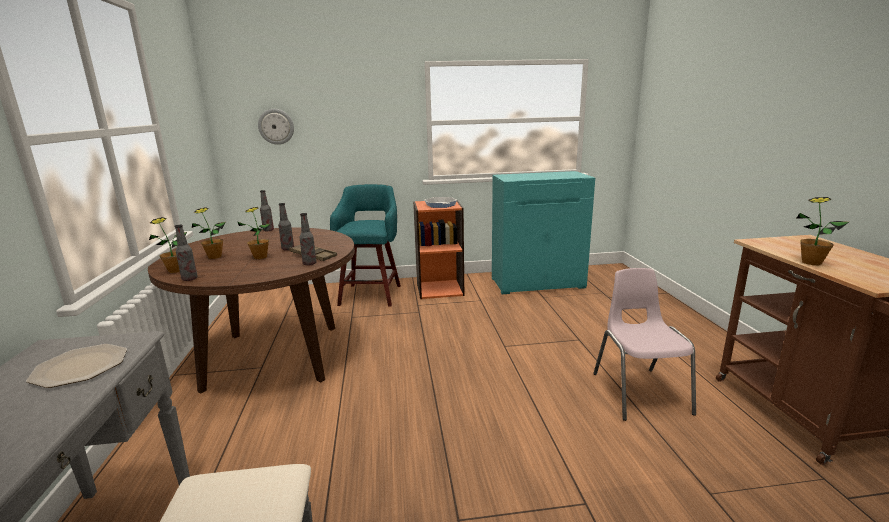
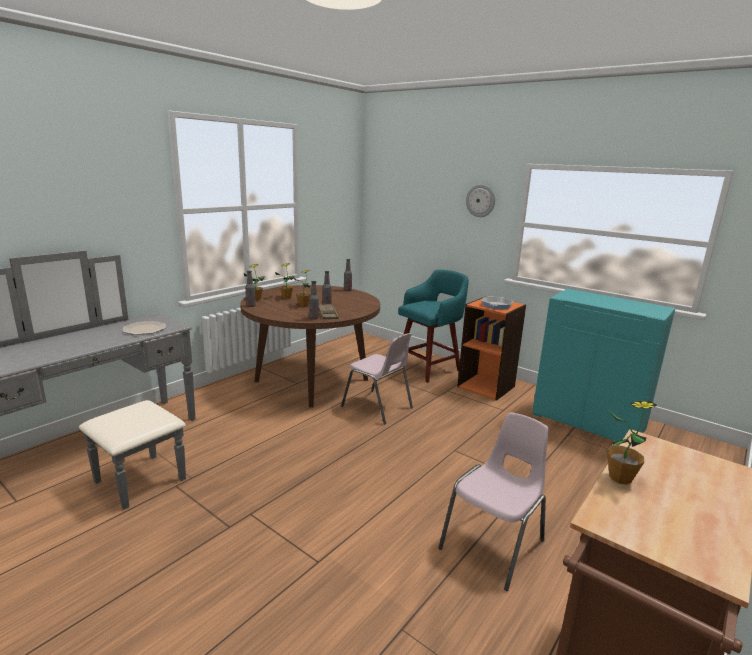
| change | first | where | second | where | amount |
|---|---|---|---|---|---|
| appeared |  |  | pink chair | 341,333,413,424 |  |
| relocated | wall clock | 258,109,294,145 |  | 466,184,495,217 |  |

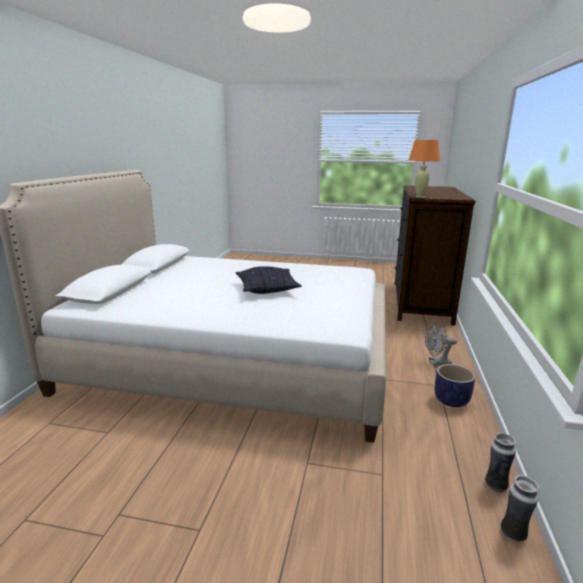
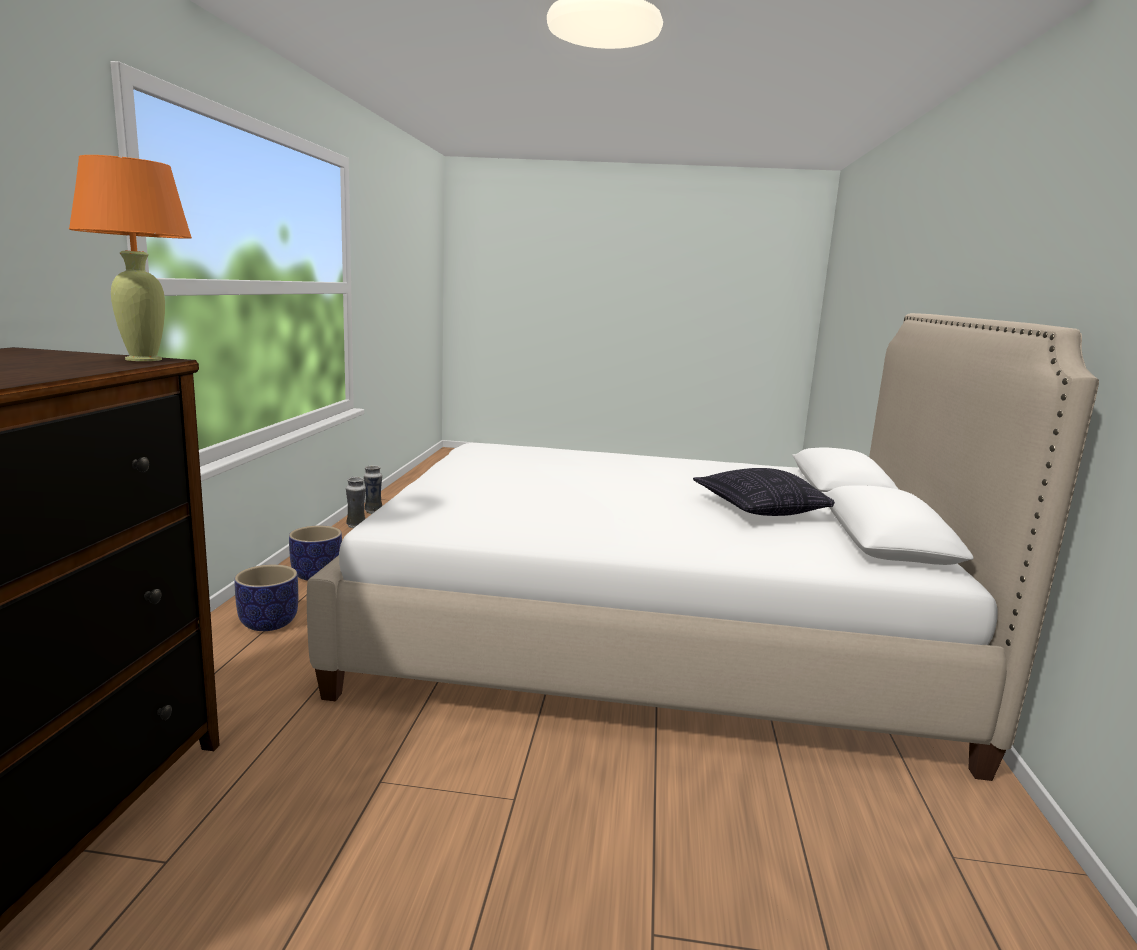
| change | first | where | second | where | amount |
|---|---|---|---|---|---|
| exchanged | grey fan | 425,322,457,365 | planter | 234,564,298,631 |  |
| relocated | pillow | 236,266,302,294 |  | 693,468,835,516 |  |

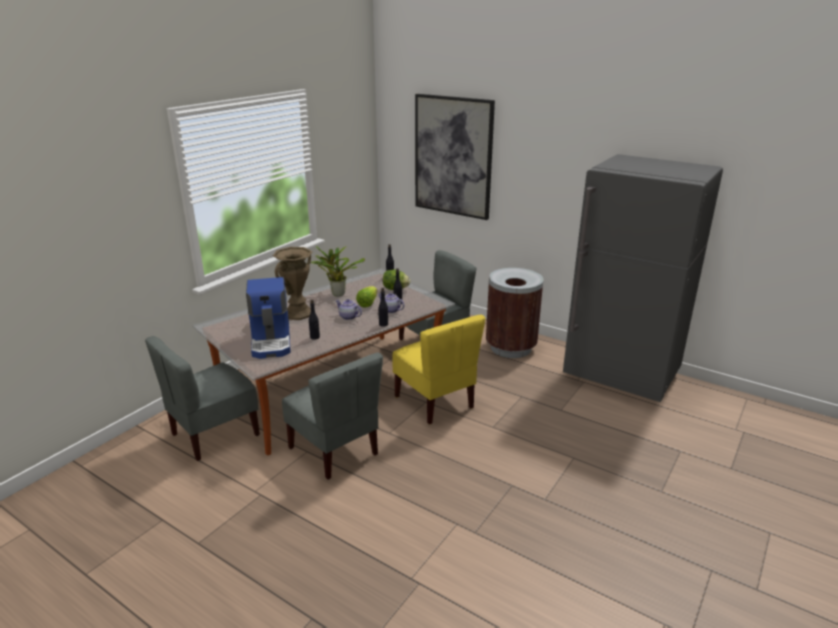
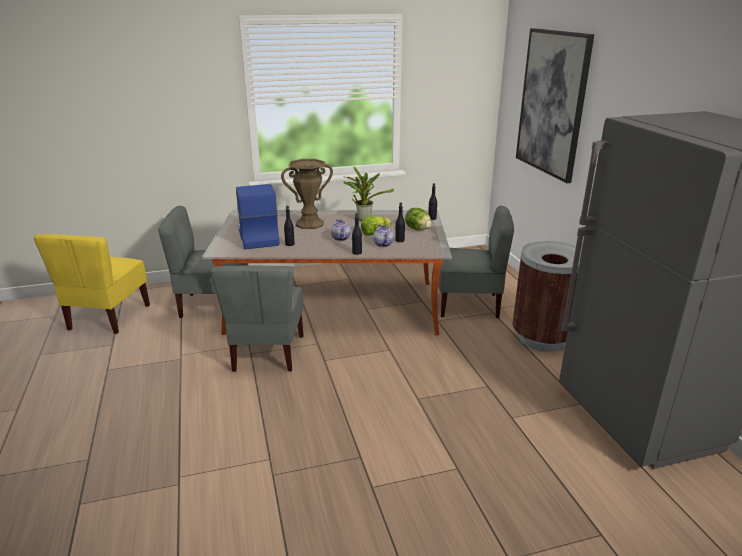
| change | first | where | second | where | amount |
|---|---|---|---|---|---|
| relocated | yellow chair | 392,315,485,424 |  | 34,234,150,334 |  |
| spun | coffee machine | 246,277,291,359 |  | 236,184,280,249 | 135 degrees clockwise |

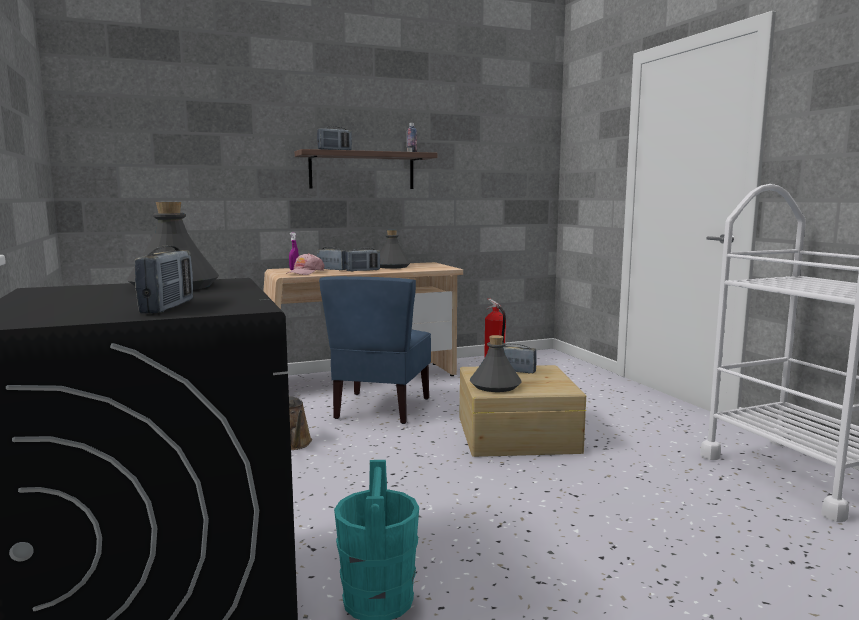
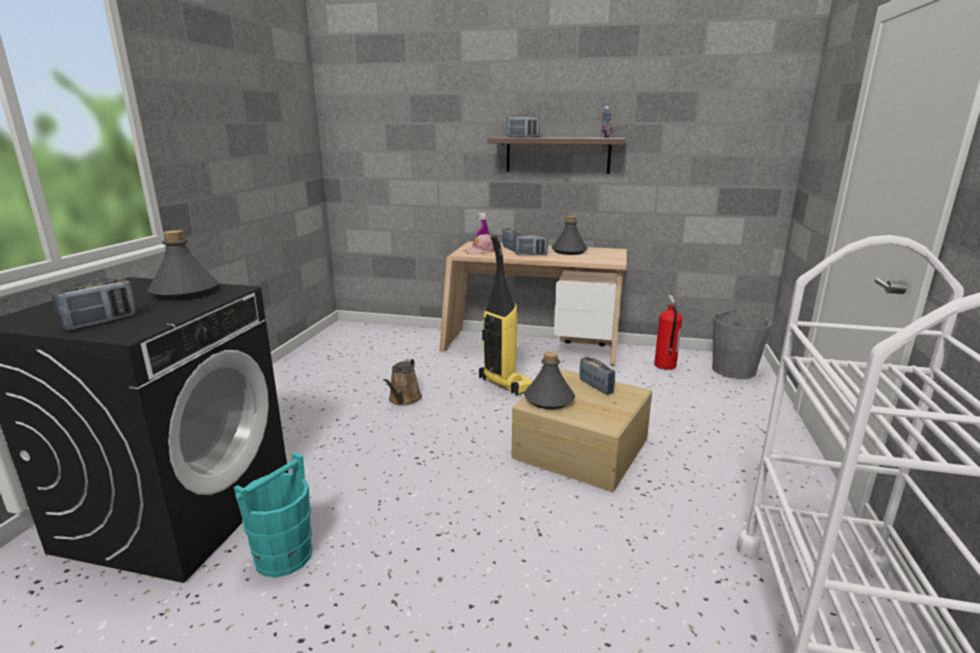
| change | first | where | second | where | amount |
|---|---|---|---|---|---|
| exchanged | blue chair | 319,276,431,424 | vacuum cleaner | 479,235,533,396 |  |
| appeared |  |  | grey bucket | 712,310,772,379 |  |

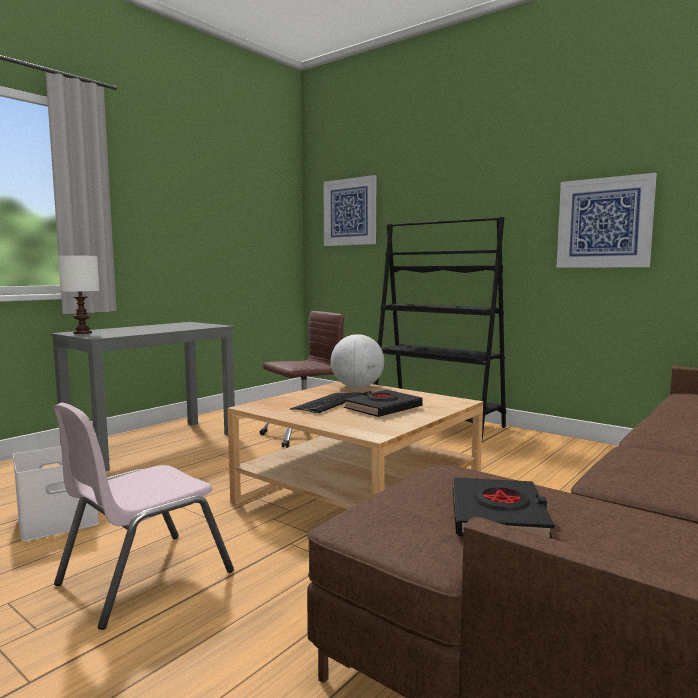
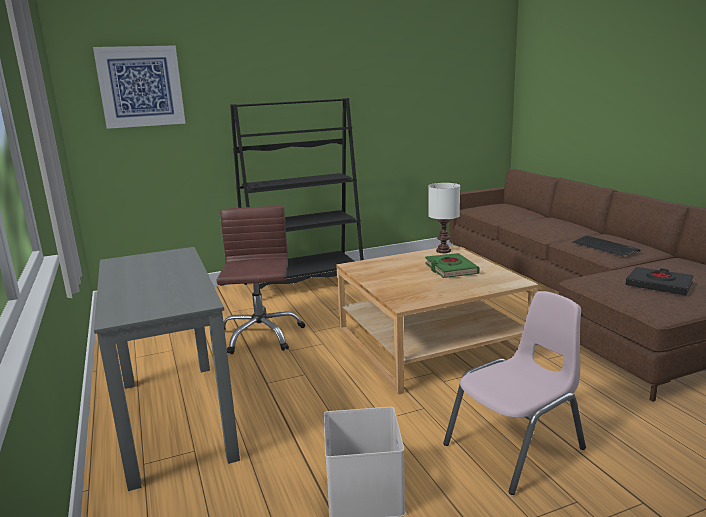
| change | first | where | second | where | amount |
|---|---|---|---|---|---|
| colour | black book | 344,390,423,417 | green book | 425,253,480,278 |  |
| relocated | white table lamp | 58,255,99,334 |  | 428,183,460,253 |  |
| spun | pink chair | 53,403,234,630 |  | 443,291,586,495 | 105 degrees counterclockwise |
| relocated | keyboard | 290,392,363,413 |  | 572,236,641,256 |  |
| missing | globe | 331,334,384,388 |  |  |  |
| missing | picture | 556,173,657,268 |  |  |  |

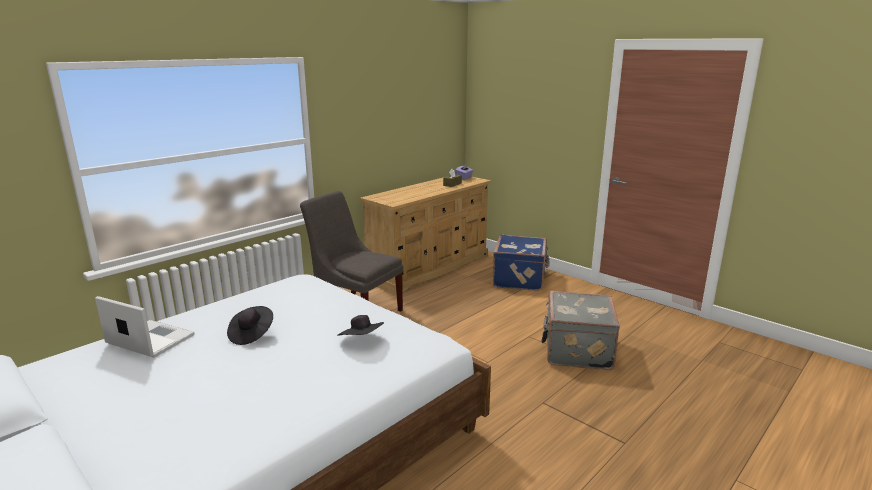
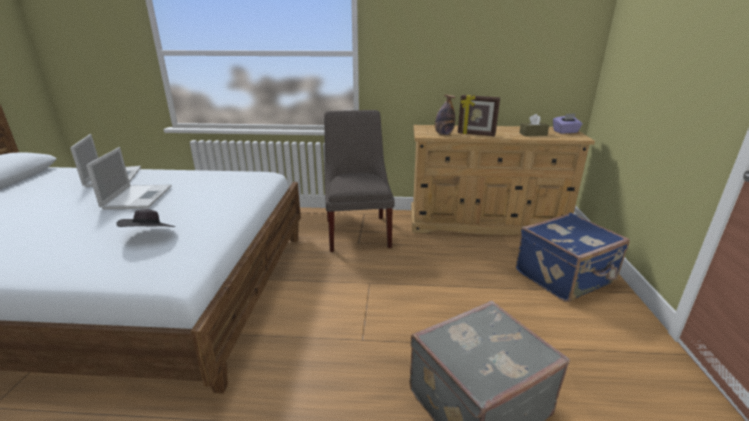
| change | first | where | second | where | amount |
|---|---|---|---|---|---|
| exchanged | black hat | 227,306,273,345 | laptop | 86,147,171,210 |  |
| appeared |  |  | bottle | 435,94,455,135 |  |
| appeared |  |  | picture frame | 458,95,500,136 |  |

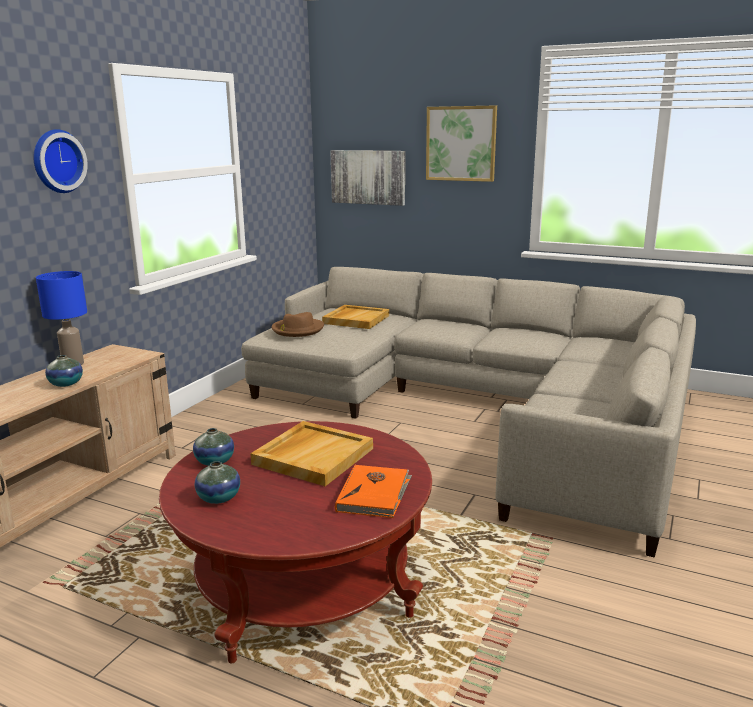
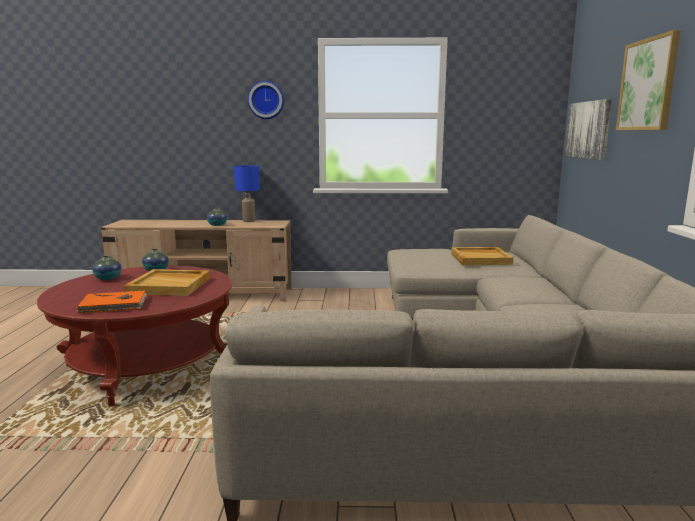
| change | first | where | second | where | amount |
|---|---|---|---|---|---|
| missing | brown hat | 272,312,324,337 |  |  |  |

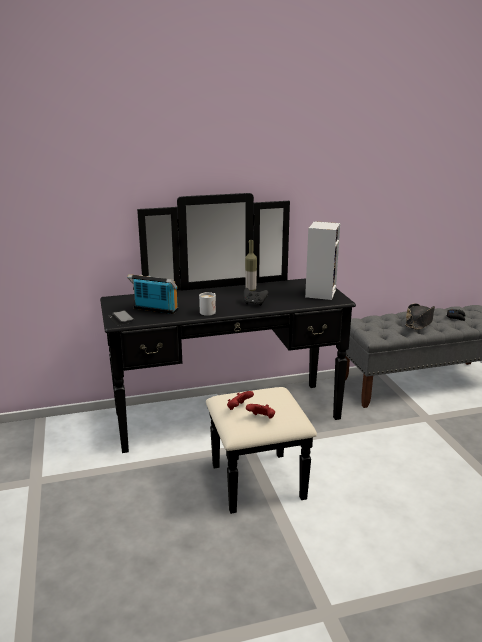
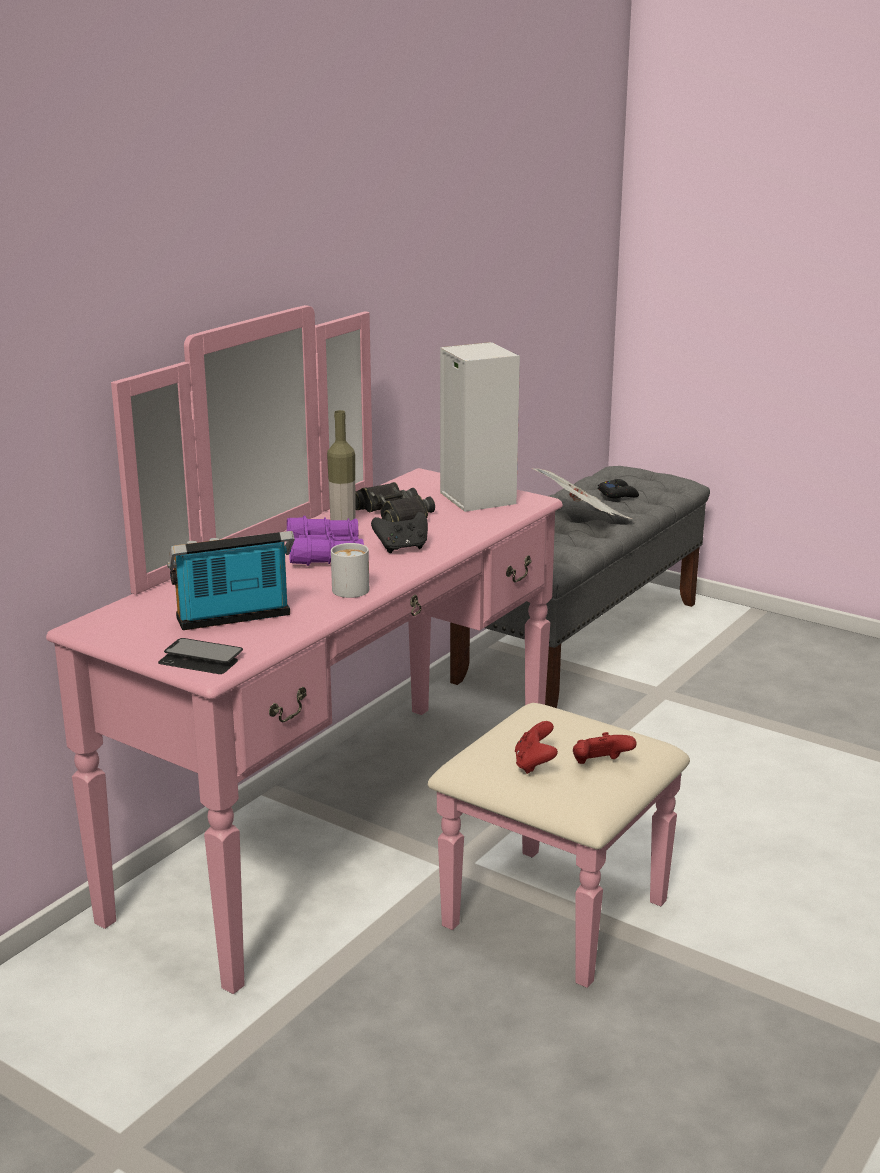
| change | first | where | second | where | amount |
|---|---|---|---|---|---|
| colour | black dresser | 100,193,356,514 | pink dresser | 46,305,690,994 |  |
| appeared |  |  | purple binoculars | 287,516,364,566 |  |
| appeared |  |  | black binoculars | 355,482,435,522 |  |
| exchanged | black hat | 405,303,435,330 | newspaper | 531,468,633,519 |  |

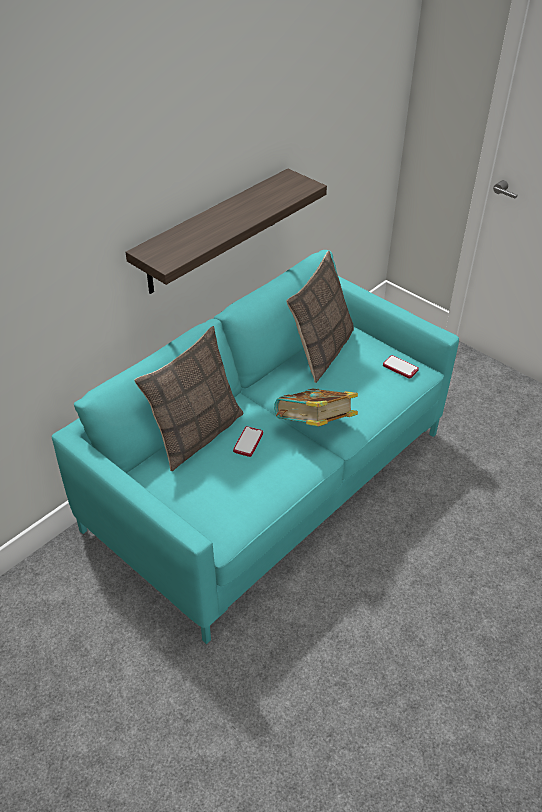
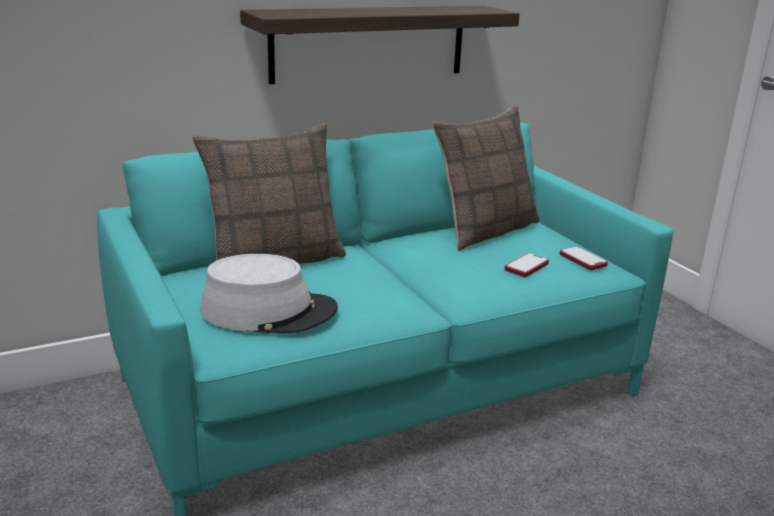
| change | first | where | second | where | amount |
|---|---|---|---|---|---|
| appeared |  |  | grey hat | 201,254,338,334 |  |
| relocated | phone | 233,426,263,457 |  | 505,253,549,277 |  |
| missing | book | 274,388,358,427 |  |  |  |

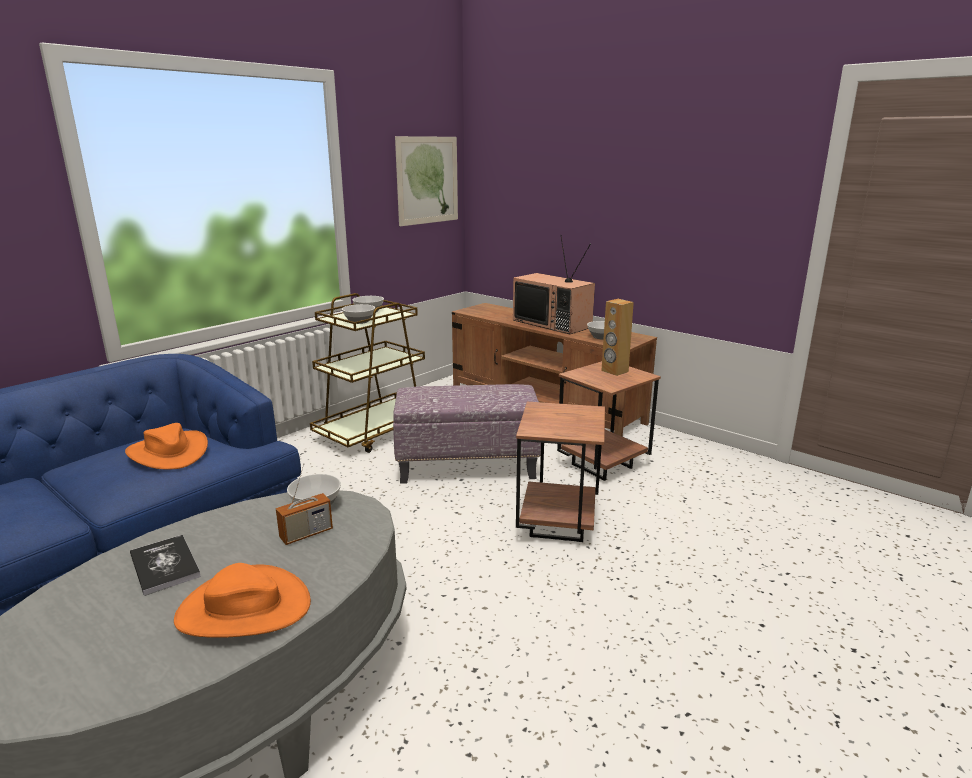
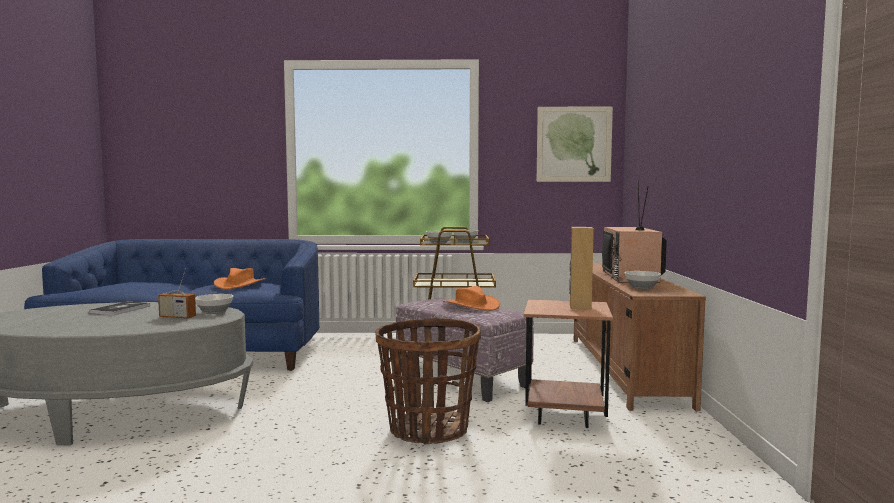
| change | first | where | second | where | amount |
|---|---|---|---|---|---|
| exchanged | brown side table | 516,402,605,542 | basket | 375,318,481,444 |  |
| relocated | orange hat | 174,563,311,638 |  | 443,286,500,311 |  |

